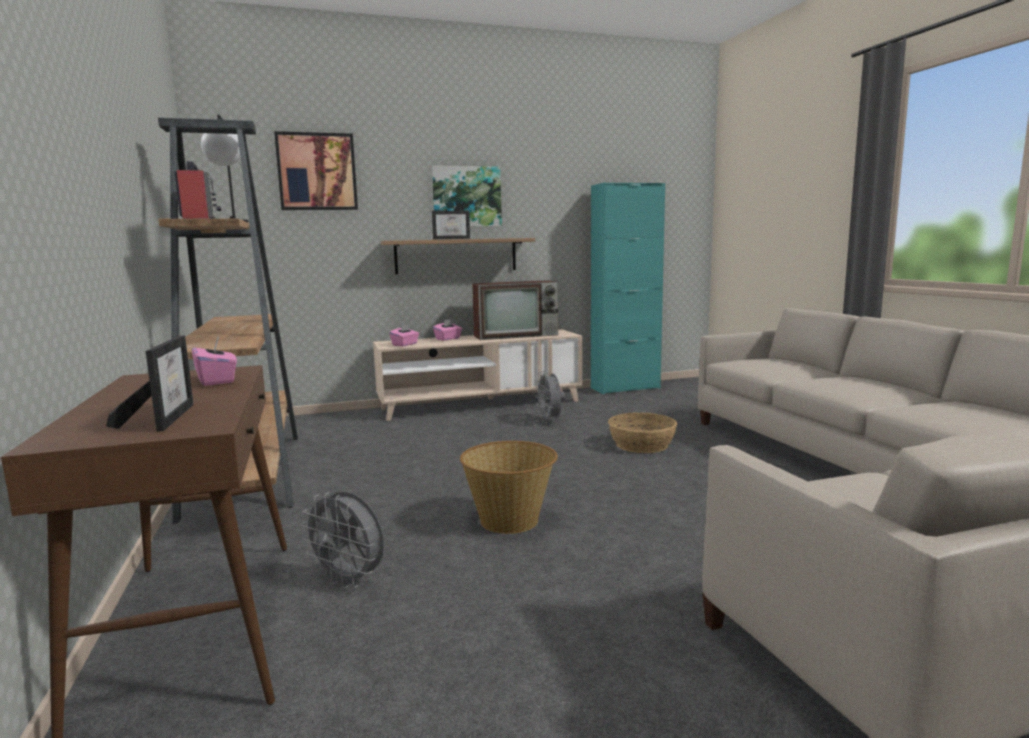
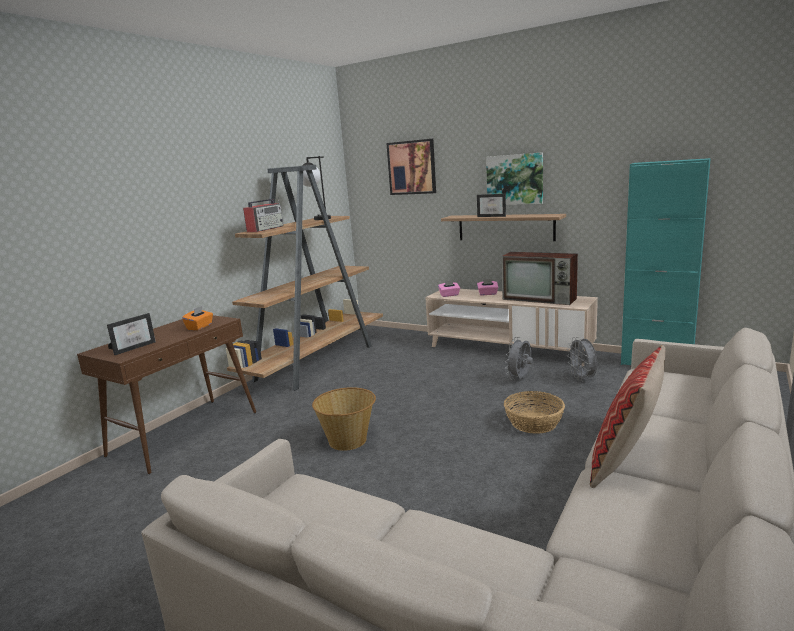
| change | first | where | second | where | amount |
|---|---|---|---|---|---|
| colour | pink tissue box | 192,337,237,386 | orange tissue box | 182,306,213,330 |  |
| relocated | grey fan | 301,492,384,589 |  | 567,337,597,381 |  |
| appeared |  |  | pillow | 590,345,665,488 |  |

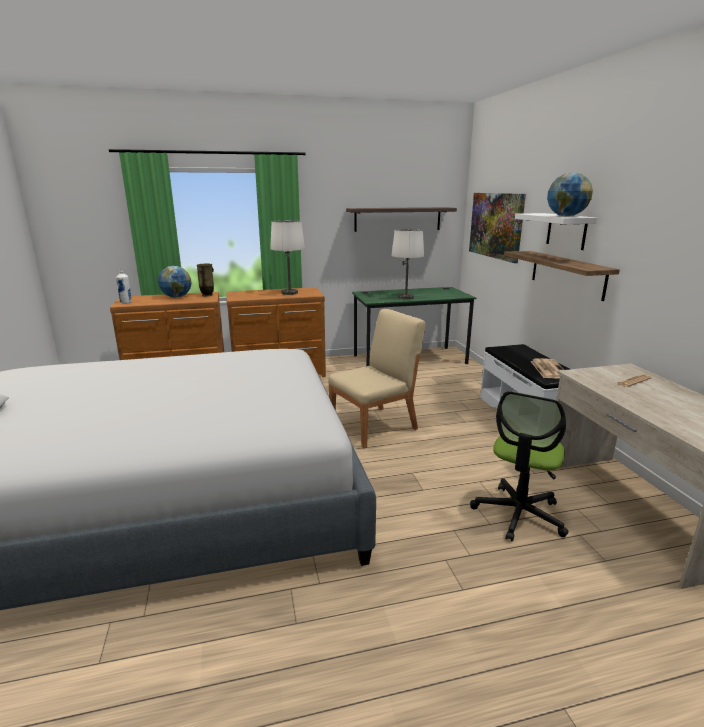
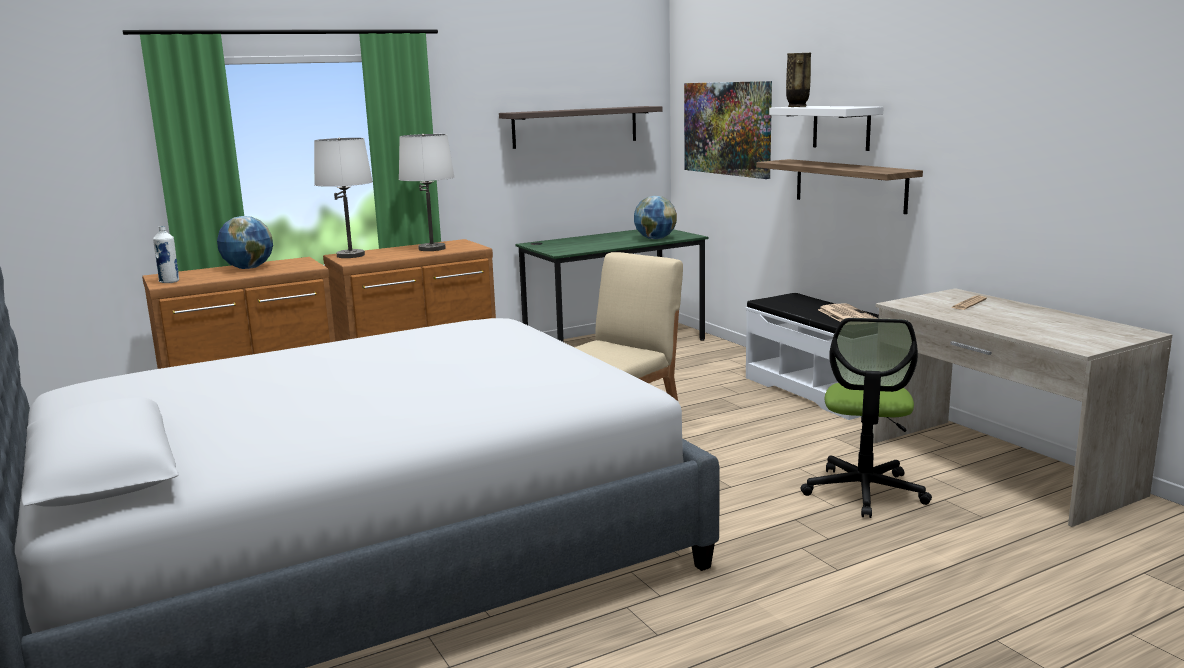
| change | first | where | second | where | amount |
|---|---|---|---|---|---|
| relocated | white table lamp | 391,229,424,299 |  | 314,138,373,258 |  |
| relocated | globe | 547,172,593,217 |  | 634,196,677,239 |  |
| relocated | vase | 197,263,214,296 |  | 786,53,811,107 |  |

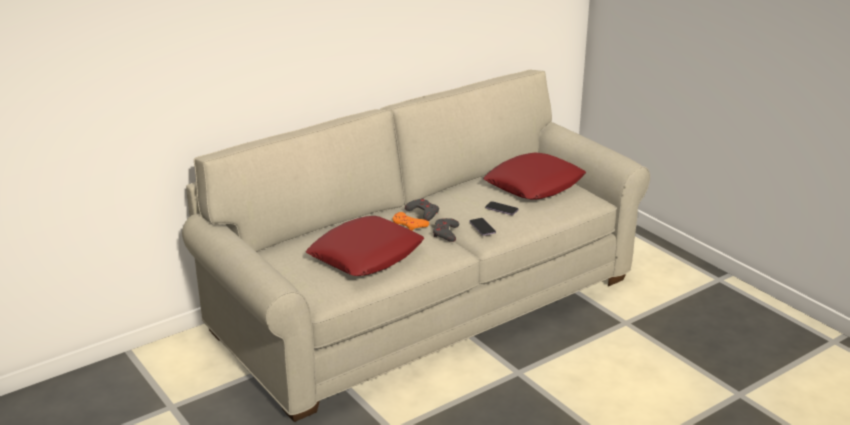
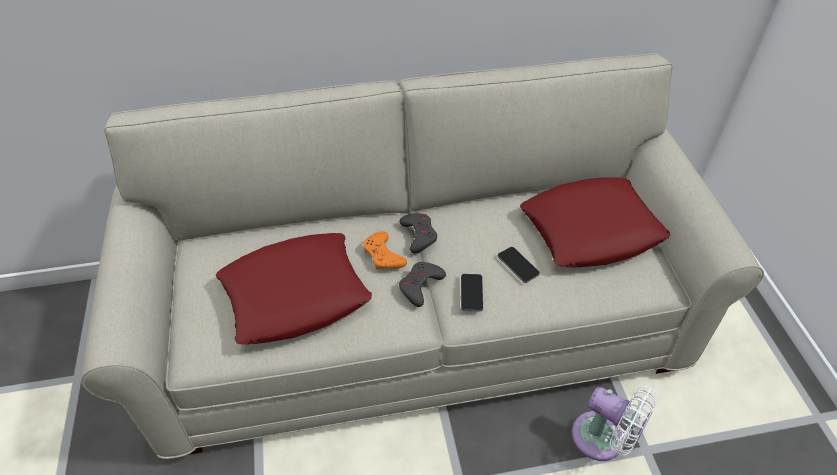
| change | first | where | second | where | amount |
|---|---|---|---|---|---|
| appeared |  |  | white fan | 572,385,658,461 |  |

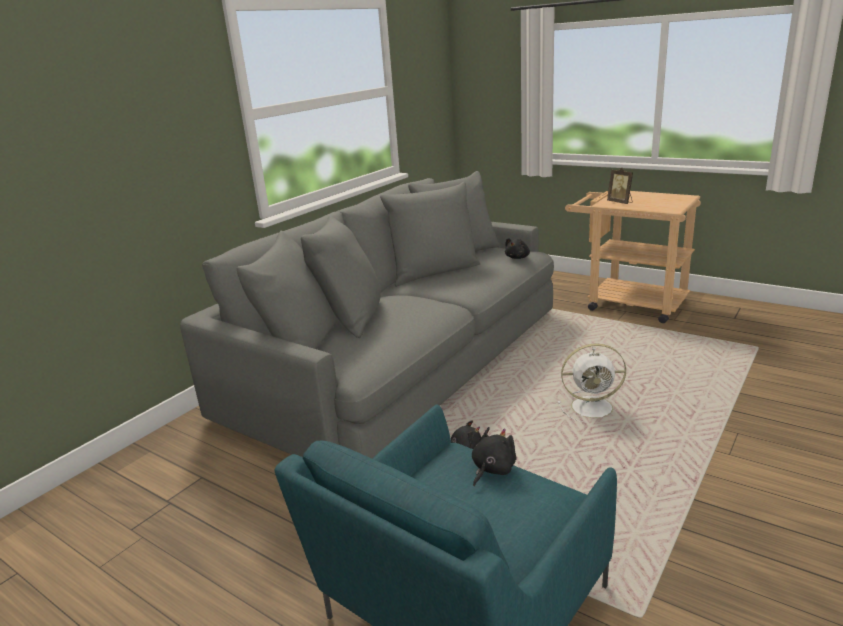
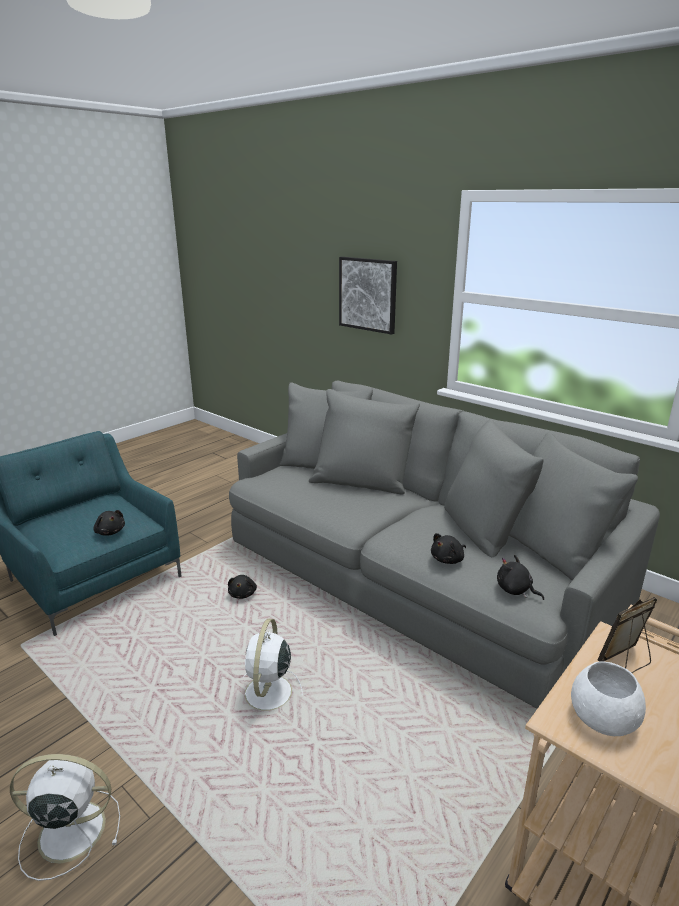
| change | first | where | second | where | amount |
|---|---|---|---|---|---|
| appeared |  |  | white fan | 10,754,120,881 |  |
| appeared |  |  | picture | 339,257,397,334 |  |
| appeared |  |  | black plush toy | 431,533,466,564 |  |
| appeared |  |  | white bowl | 571,661,646,736 |  |

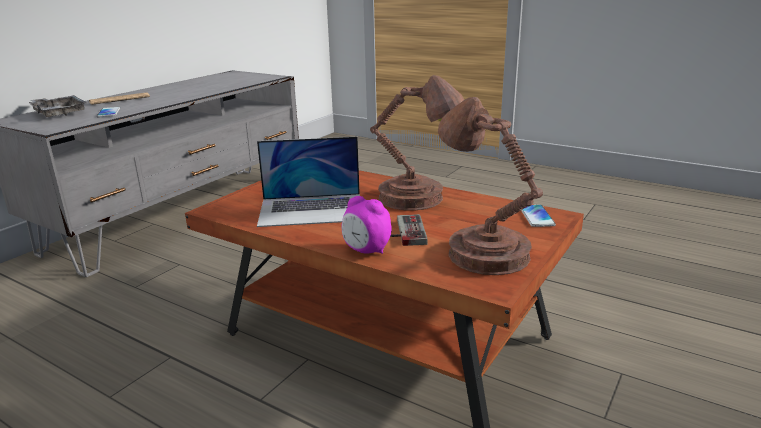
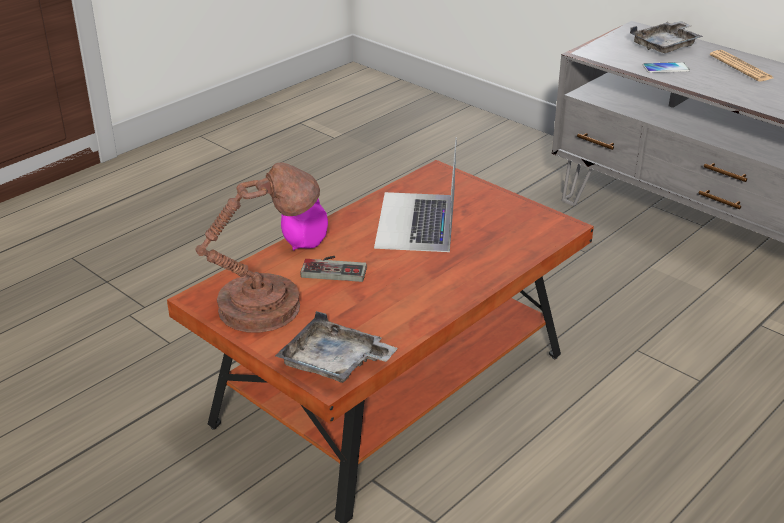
| change | first | where | second | where | amount |
|---|---|---|---|---|---|
| exchanged | phone | 521,204,556,227 | grey tray | 275,311,398,383 |  |
| missing | brown table lamp | 370,75,464,210 |  |  |  |

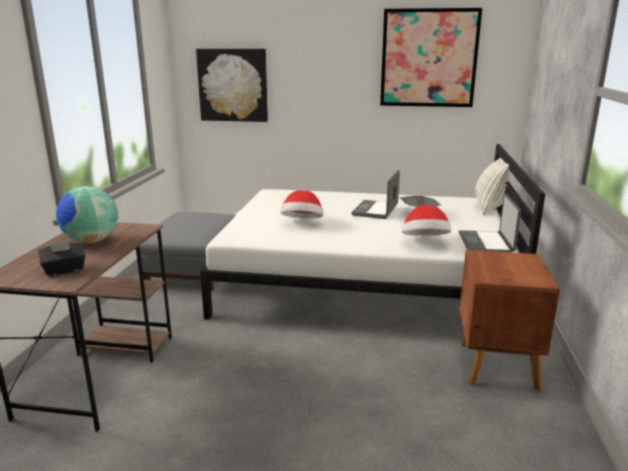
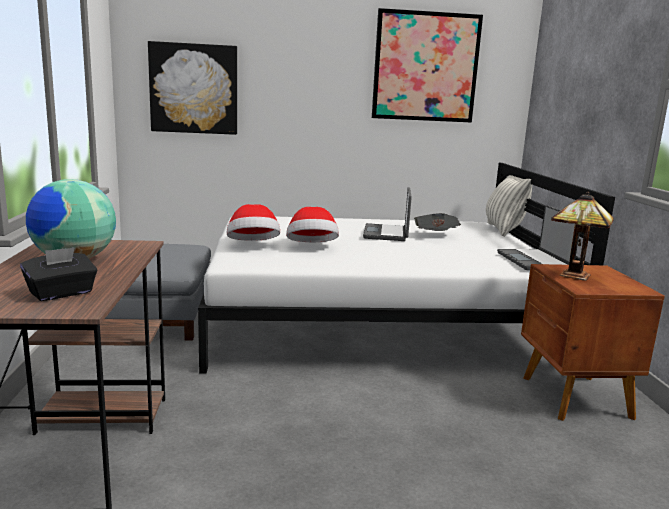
| change | first | where | second | where | amount |
|---|---|---|---|---|---|
| relocated | hat | 402,205,451,235 |  | 227,204,280,241 |  |
| appeared |  |  | table lamp | 551,192,614,281 |  |

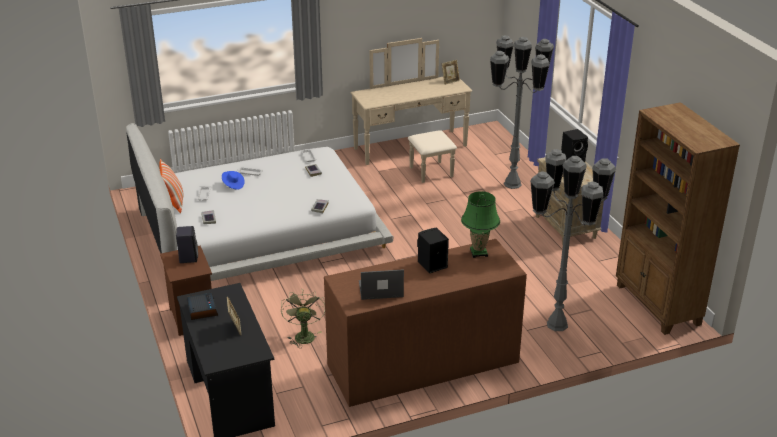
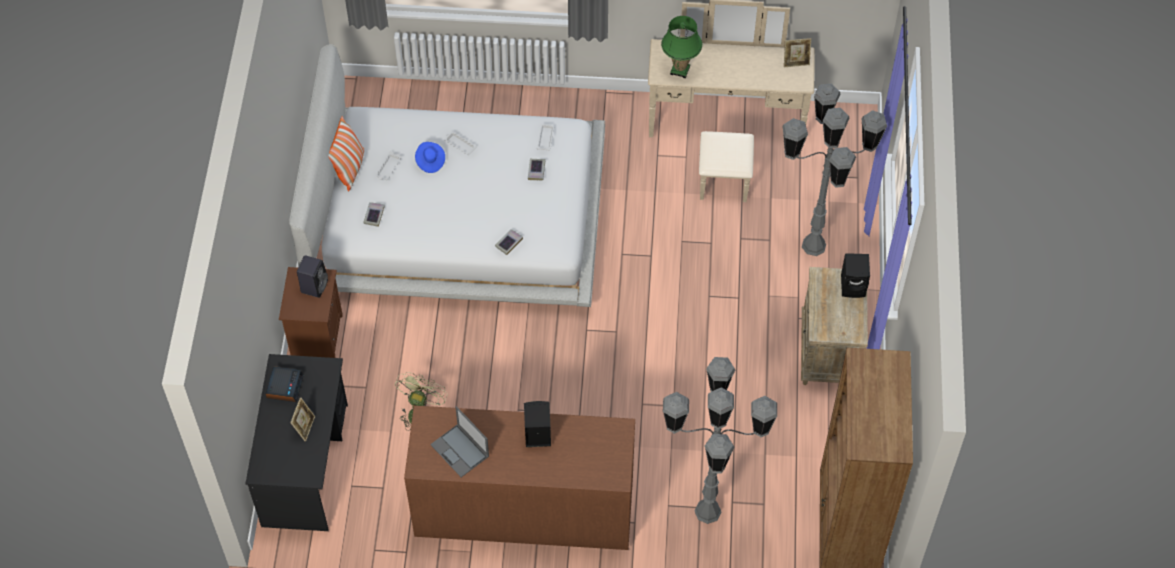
| change | first | where | second | where | amount |
|---|---|---|---|---|---|
| spun | laptop | 359,269,404,300 |  | 430,406,489,477 | 150 degrees counterclockwise |
| relocated | green table lamp | 461,191,500,258 |  | 661,16,702,78 |  |

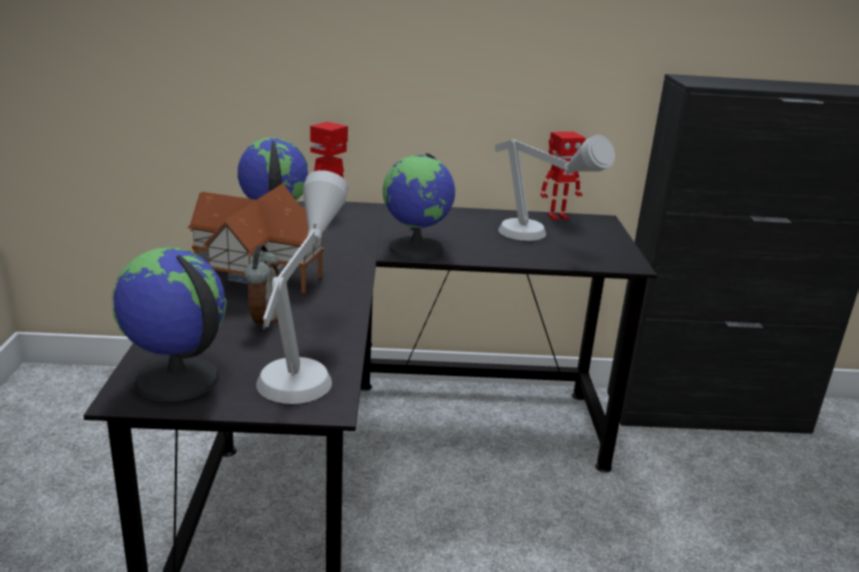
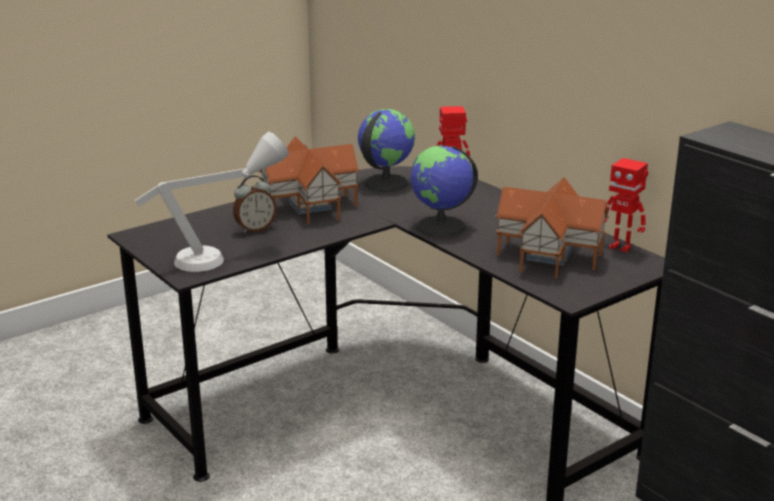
| change | first | where | second | where | amount |
|---|---|---|---|---|---|
| exchanged | grey table lamp | 495,135,615,241 | toy house | 495,177,609,278 |  |
| missing | globe | 112,247,226,402 |  |  |  |

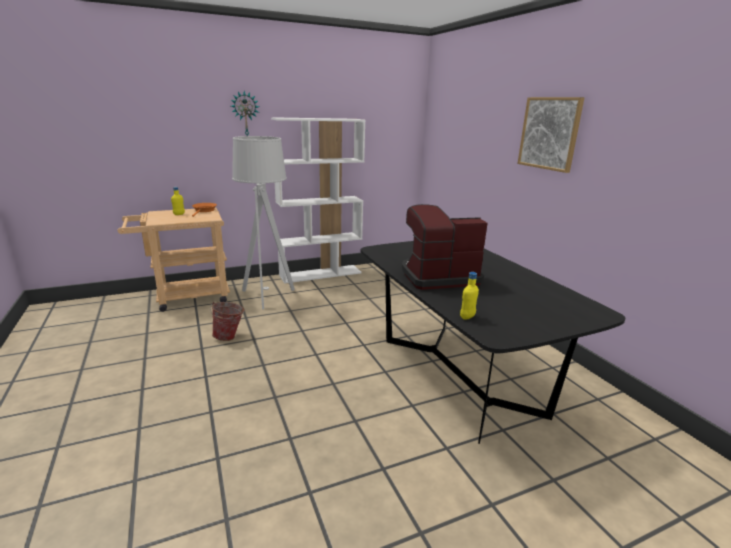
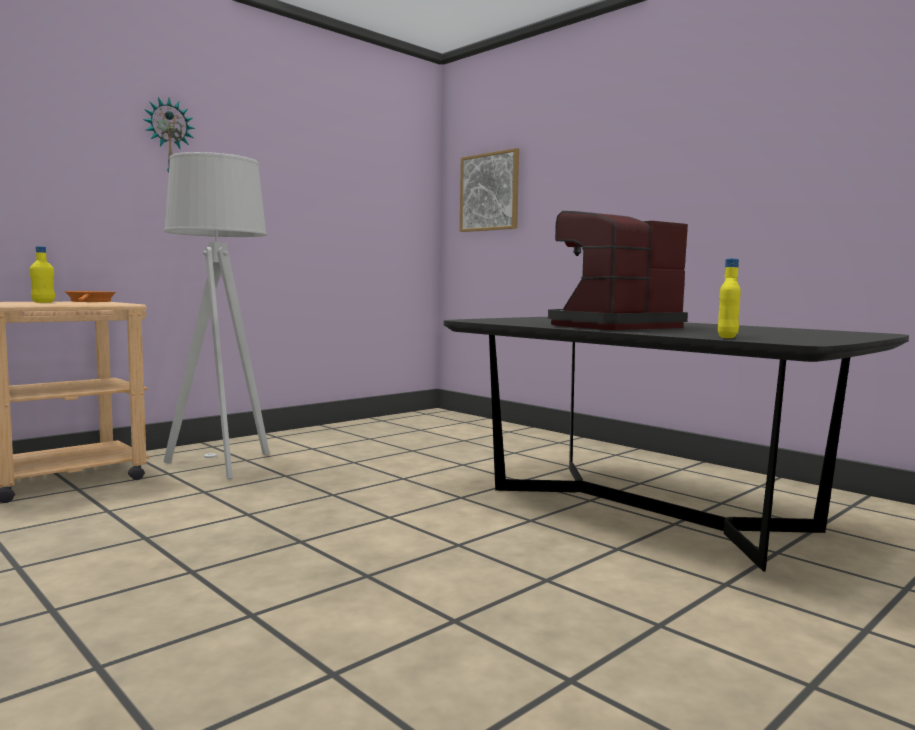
| change | first | where | second | where | amount |
|---|---|---|---|---|---|
| relocated | picture | 517,97,584,173 |  | 460,148,519,232 |  |
| missing | bucket | 210,302,244,341 |  |  |  |
| missing | white bookcase | 271,117,365,283 |  |  |  |

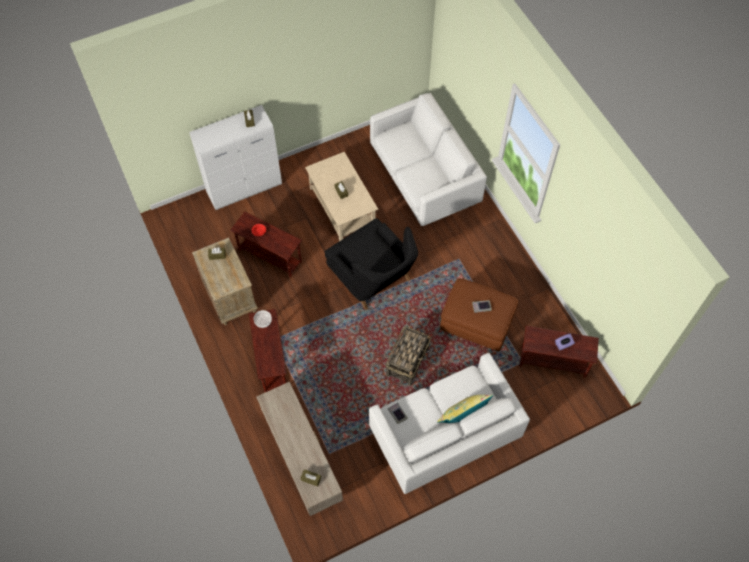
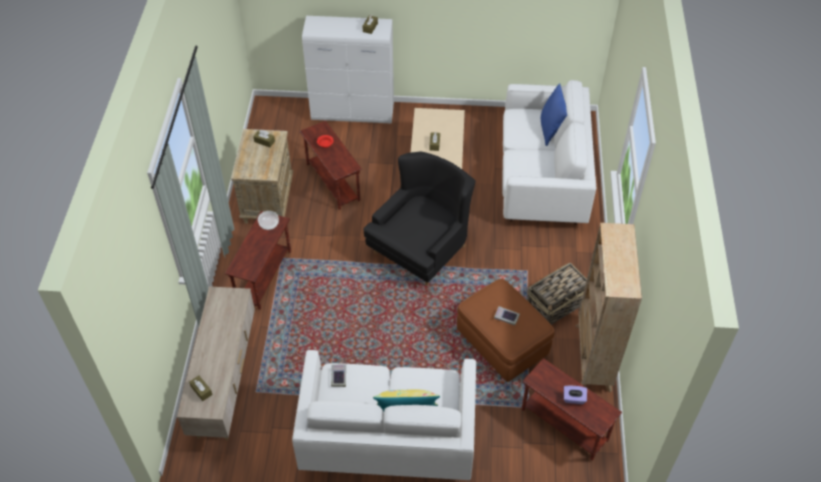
| change | first | where | second | where | amount |
|---|---|---|---|---|---|
| spun | black armchair | 325,218,418,310 |  | 363,151,476,286 | 135 degrees counterclockwise |
| relocated | basket | 386,326,431,386 |  | 527,263,587,325 |  |
| appeared |  |  | blue pillow | 541,83,567,146 |  |
| appeared |  |  | beige bookcase | 575,223,642,393 |  |

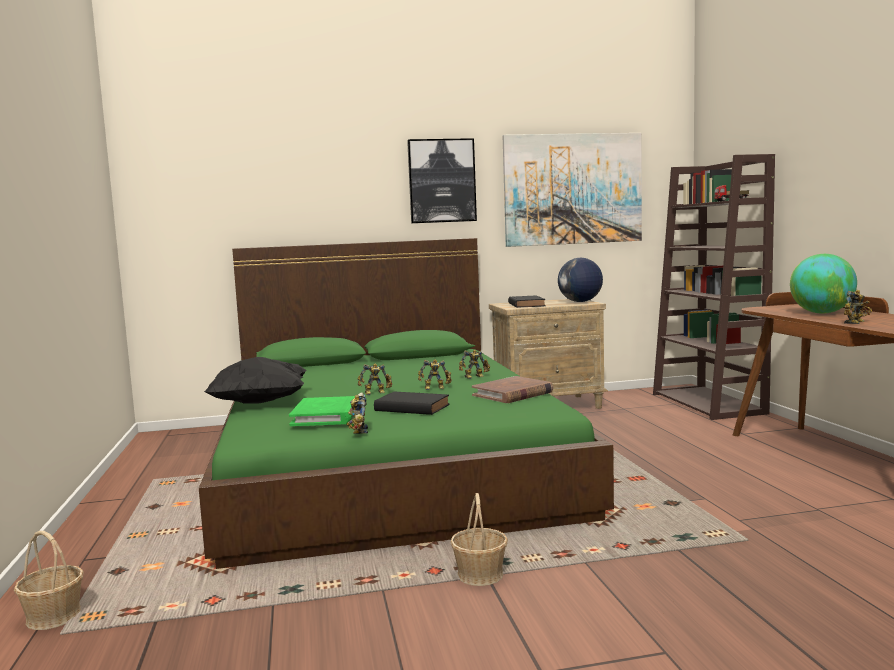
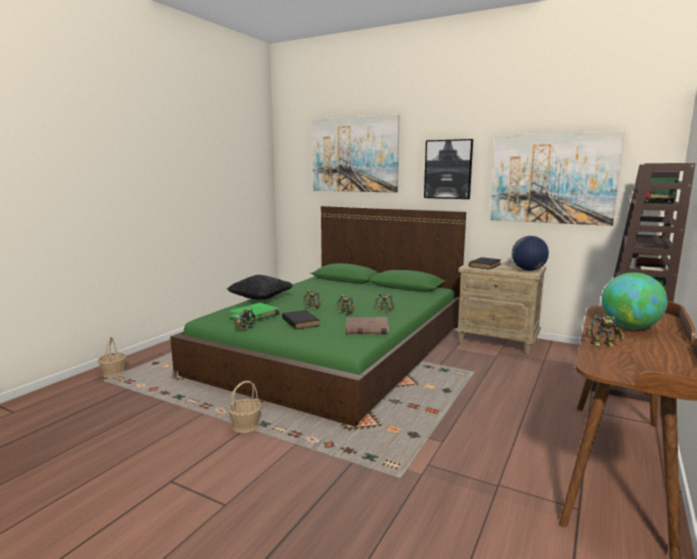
| change | first | where | second | where | amount |
|---|---|---|---|---|---|
| appeared |  |  | picture | 312,114,400,193 |  |

